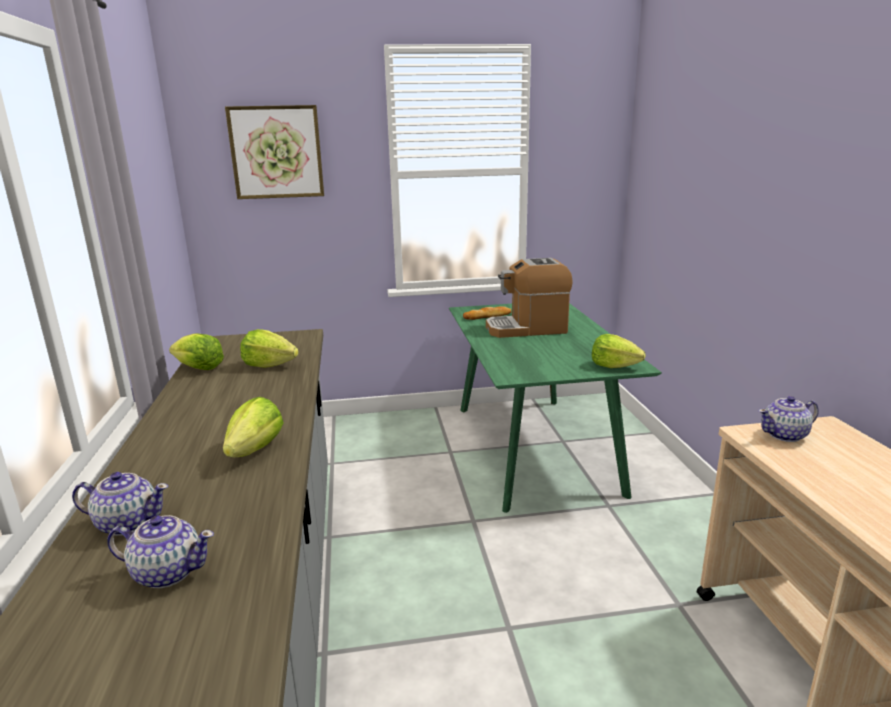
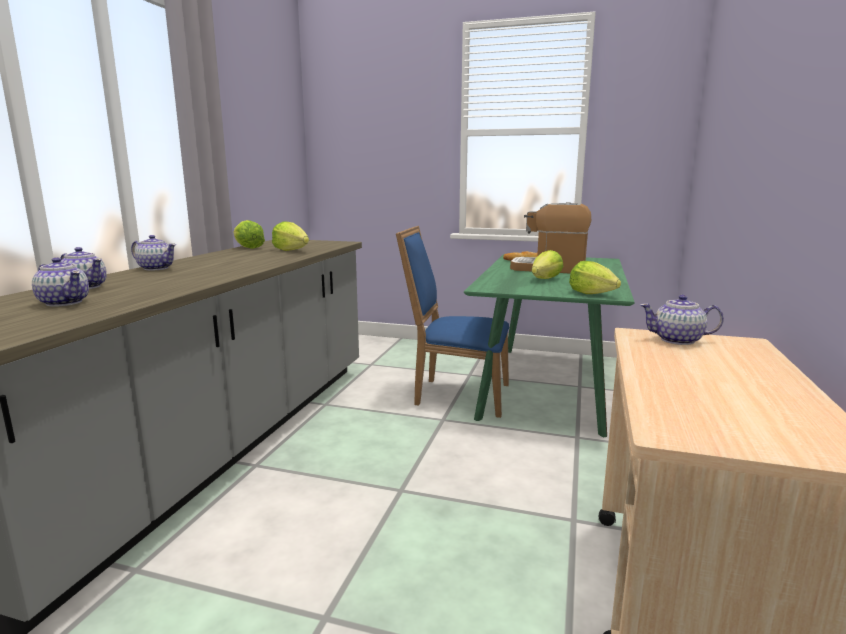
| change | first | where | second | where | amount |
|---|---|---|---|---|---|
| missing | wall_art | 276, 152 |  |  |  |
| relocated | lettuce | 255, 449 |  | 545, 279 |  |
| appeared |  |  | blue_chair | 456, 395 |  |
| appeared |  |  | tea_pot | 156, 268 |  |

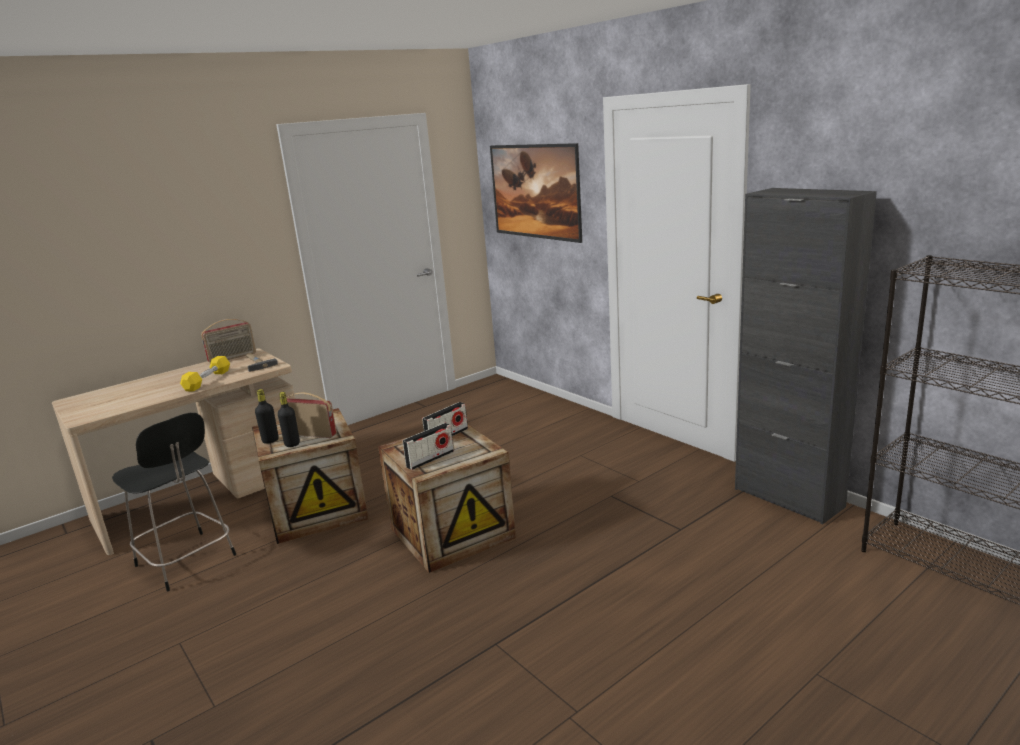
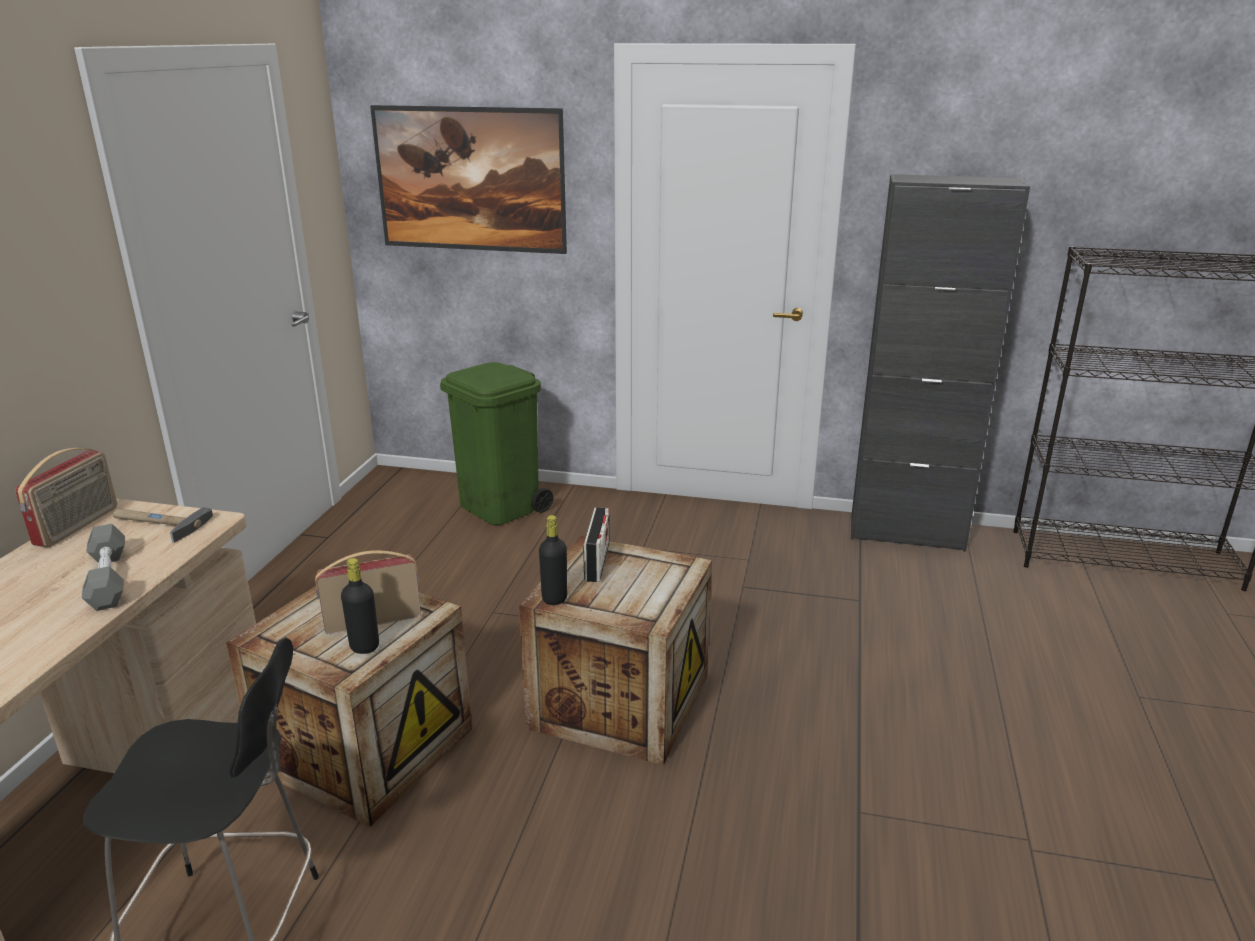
| change | first | where | second | where | amount |
|---|---|---|---|---|---|
| colour | yellow-coloured_free_weight | 207, 380 | gray_free_weight | 108, 579 |  |
| relocated | blackish_beverage_bottle | 270, 440 |  | 554, 598 |  |
| missing | radio_receiver | 430, 459 |  |  |  |
| appeared |  |  | green_waste_bin | 500, 507 |  |

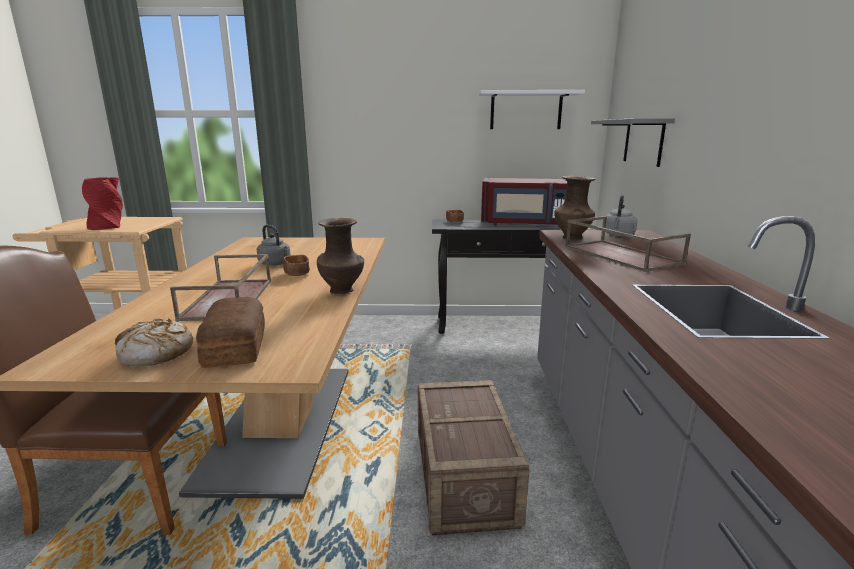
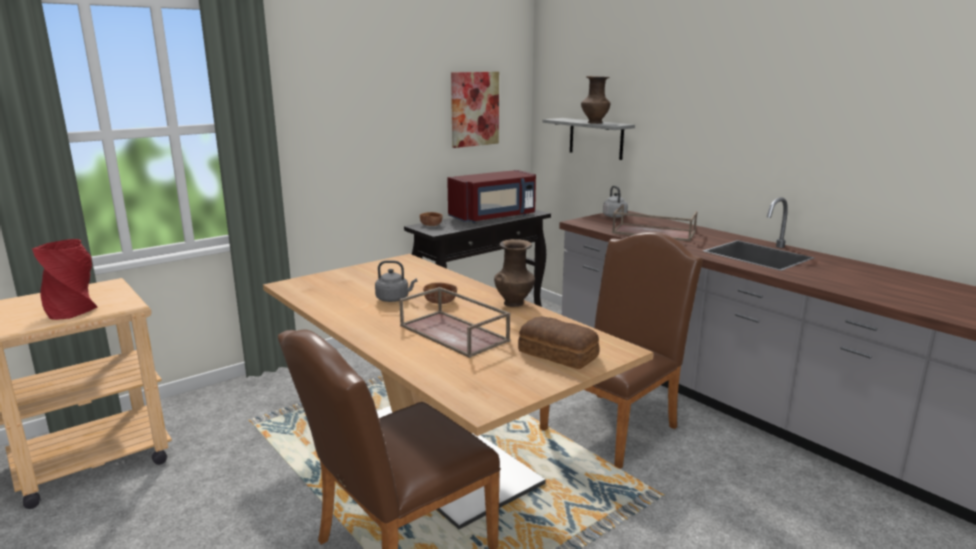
| change | first | where | second | where | amount |
|---|---|---|---|---|---|
| exchanged | white_wall_shelf | 526, 110 | wall_art | 474, 109 |  |
| relocated | brownish_decorative_vase | 571, 237 |  | 594, 122 |  |
| missing | bakery_bread | 156, 353 |  |  |  |
| exchanged | crate | 465, 477 | brownish_chair | 614, 425 |  |

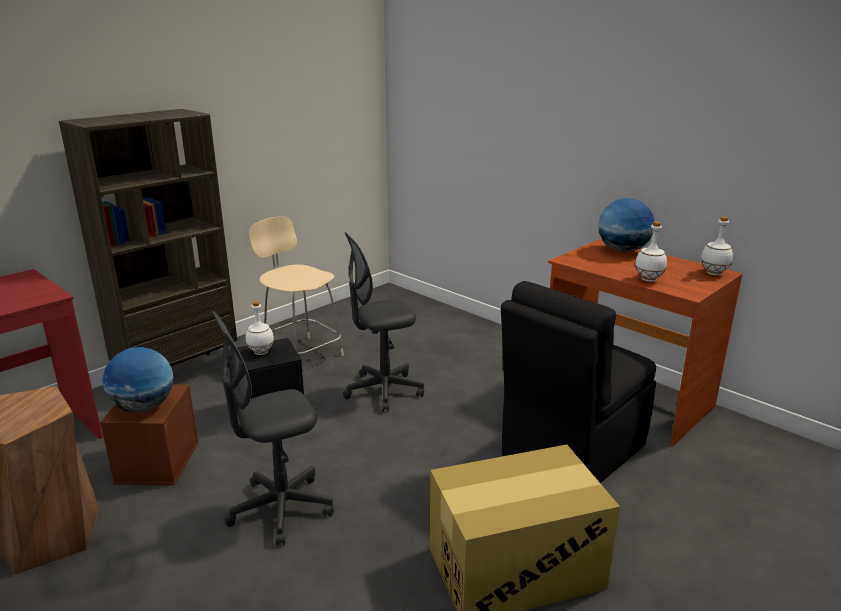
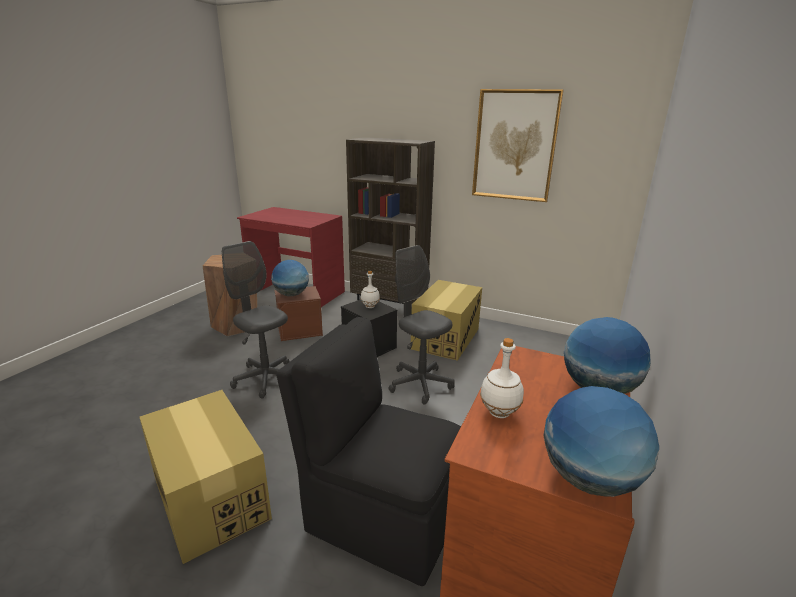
| change | first | where | second | where | amount |
|---|---|---|---|---|---|
| exchanged | beige_chair | 301, 354 | carton | 446, 338 |  |
| exchanged | white_beverage_bottle | 713, 273 | globe | 589, 479 |  |
| appeared |  |  | wall_art | 514, 146 |  |

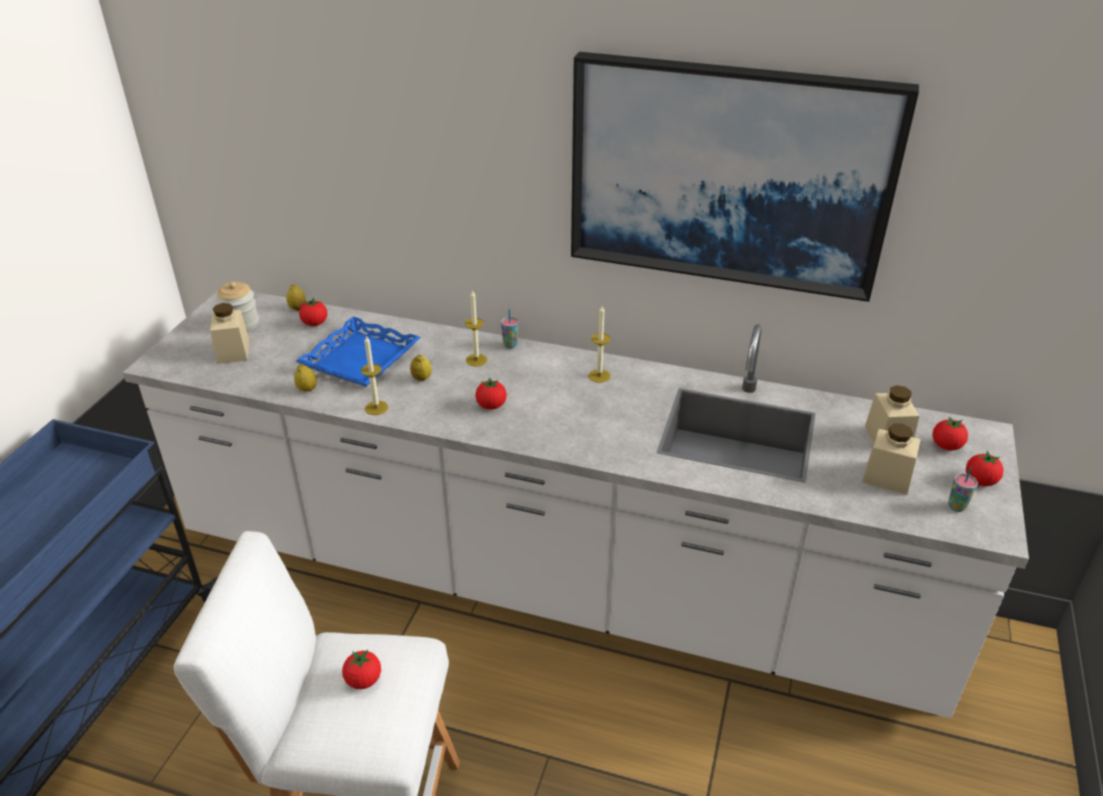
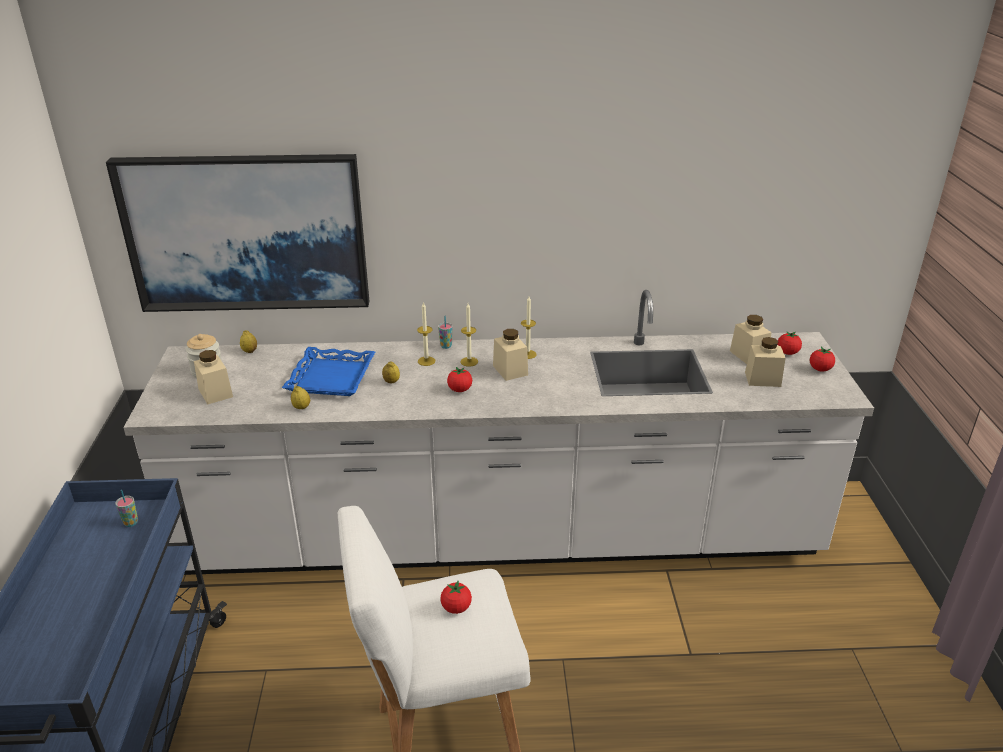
| change | first | where | second | where | amount |
|---|---|---|---|---|---|
| relocated | wall_art | 728, 175 |  | 246, 233 |  |
| missing | whole_tomato | 315, 323 |  |  |  |
| relocated | candle | 376, 408 |  | 469, 361 |  |
| relocated | small_cup | 956, 507 |  | 131, 523 |  |
| appeared |  |  | beige_preserve_jar | 510, 370 |  |

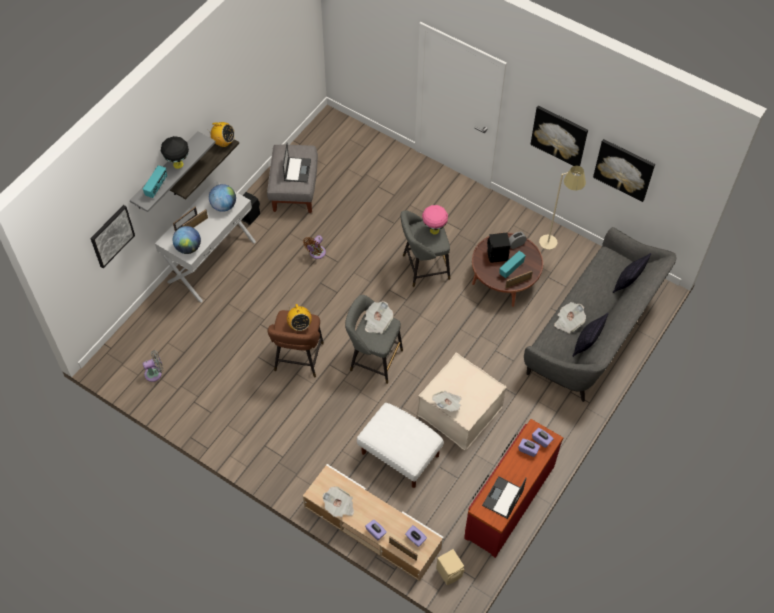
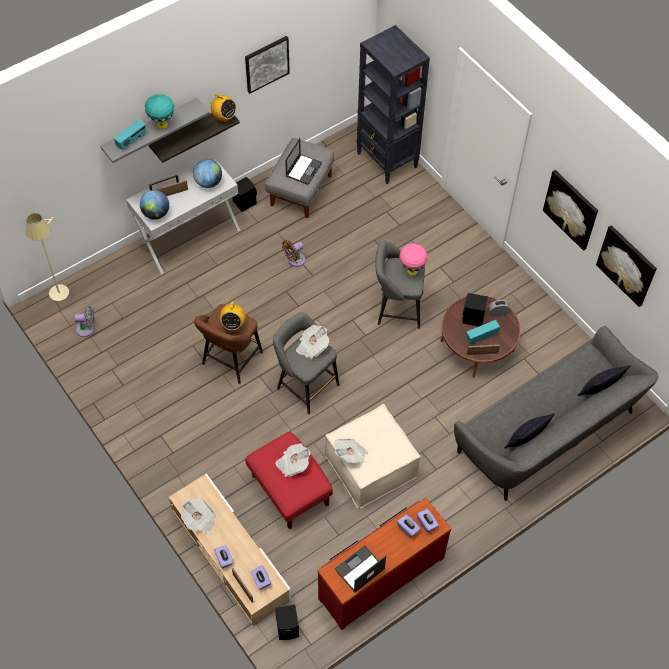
| change | first | where | second | where | amount |
|---|---|---|---|---|---|
| colour | blackish_table_lamp | 178, 165 | turquoise_table_lamp | 162, 125 |  |
| relocated | beige_floor_lamp | 554, 247 |  | 61, 300 |  |
| relocated | wall_art | 111, 236 |  | 266, 64 |  |
| relocated | printed_paper | 568, 322 |  | 293, 464 |  |
| colour | white_ottoman | 399, 454 | red-coloured_ottoman | 289, 490 |  |
| colour | beige_speaker | 450, 572 | blackish_speaker | 288, 628 |  |
| appeared |  |  | blackish_bookcase | 387, 160 |  |

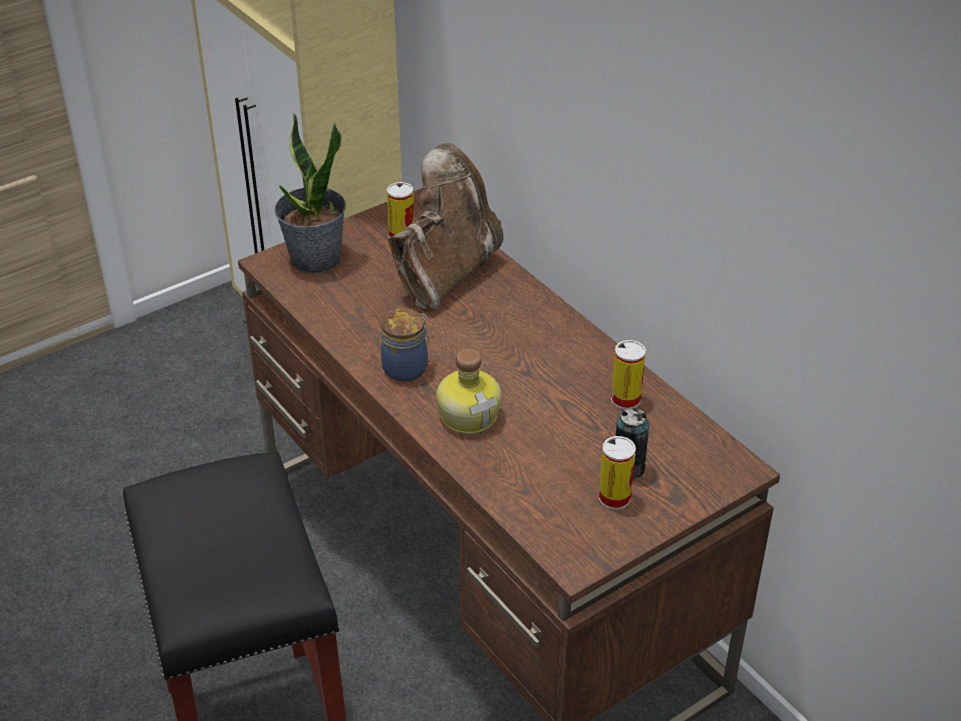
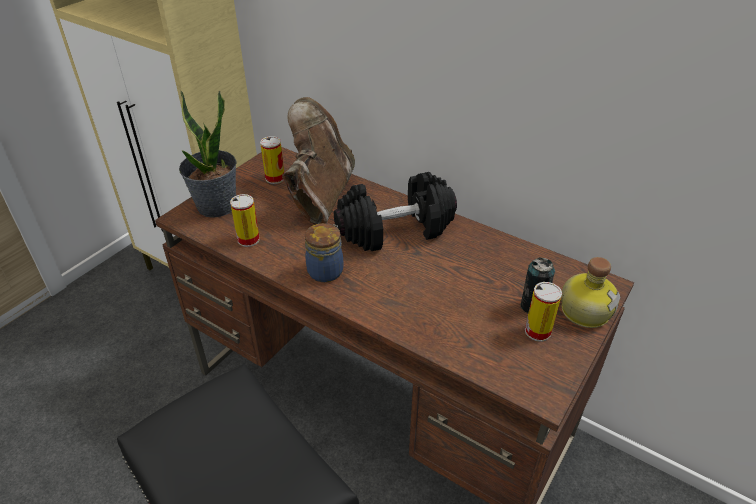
| change | first | where | second | where | amount |
|---|---|---|---|---|---|
| relocated | metal_can | 625, 399 |  | 248, 239 |  |
| relocated | beverage_bottle | 469, 414 |  | 584, 310 |  |
| appeared |  |  | blackish_free_weight | 395, 230 |  |

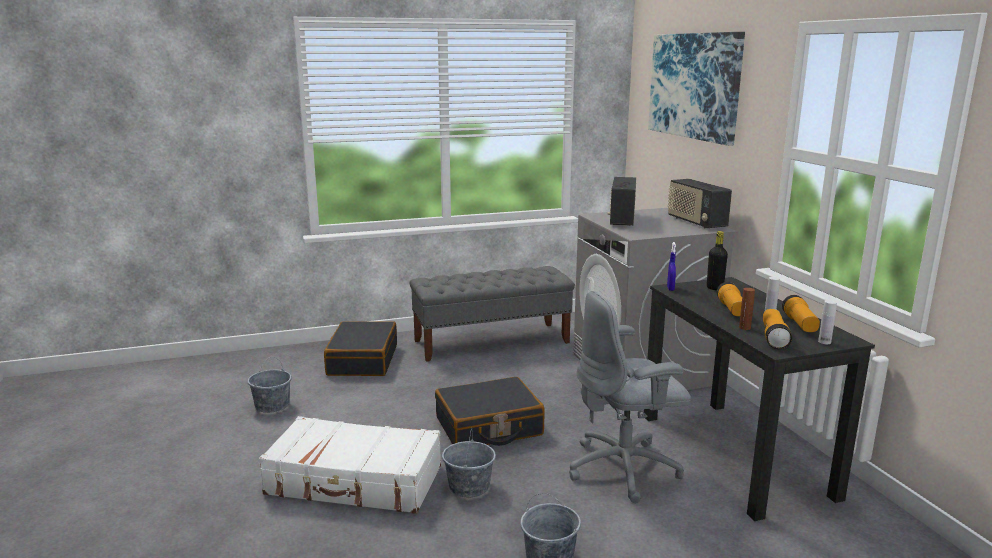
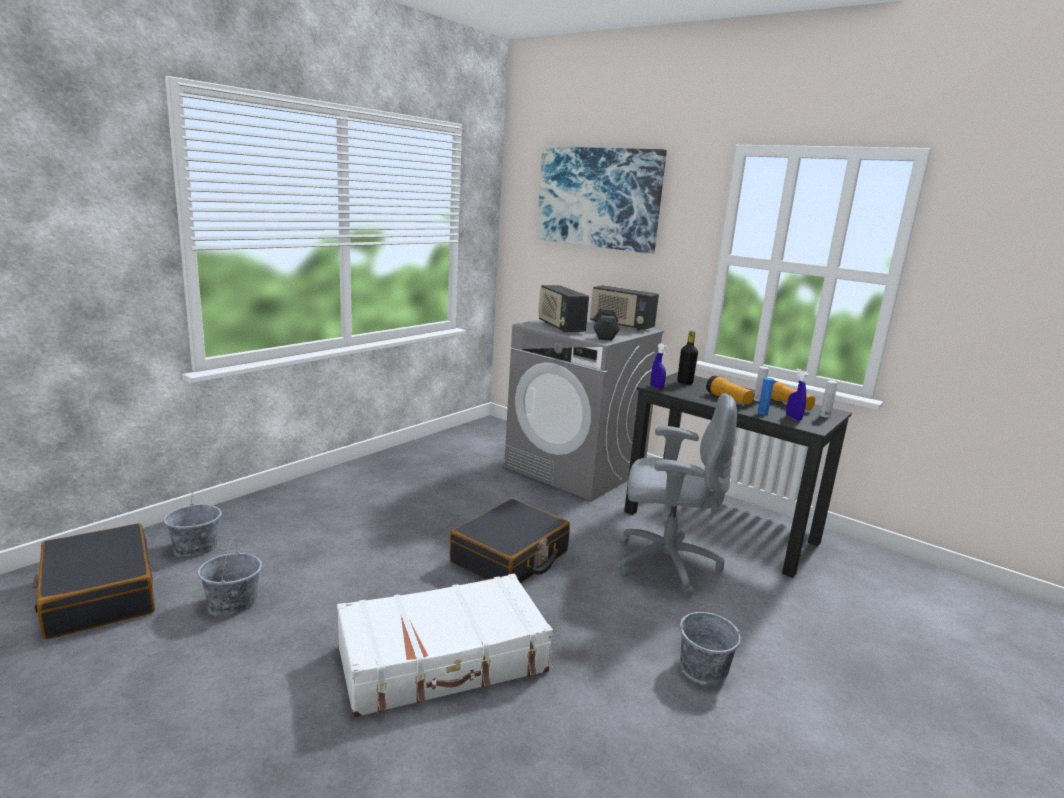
| change | first | where | second | where | amount |
|---|---|---|---|---|---|
| missing | gray_indoor_bench | 492, 341 |  |  |  |
| colour | brownish_beverage_bottle | 744, 327 | blue_beverage_bottle | 762, 413 |  |
| spun | gray_office_chair | 625, 469 |  | 664, 563 | 120 degrees counterclockwise |
| exchanged | hand_torch | 773, 338 | blue_spray_bottle | 793, 418 |  |
| relocated | blackish_piece_of_luggage | 362, 360 |  | 98, 595 |  |
| relocated | gray_bucket | 469, 486 |  | 196, 546 |  |
| appeared |  |  | blackish_free_weight | 605, 334 |  |

